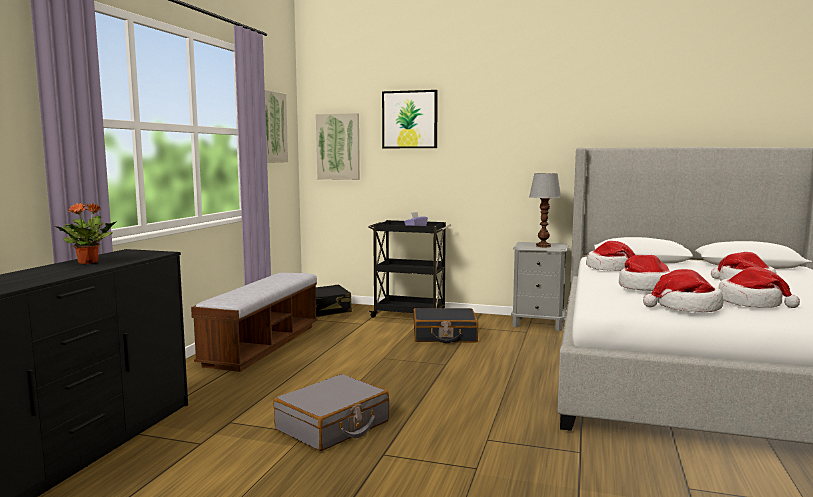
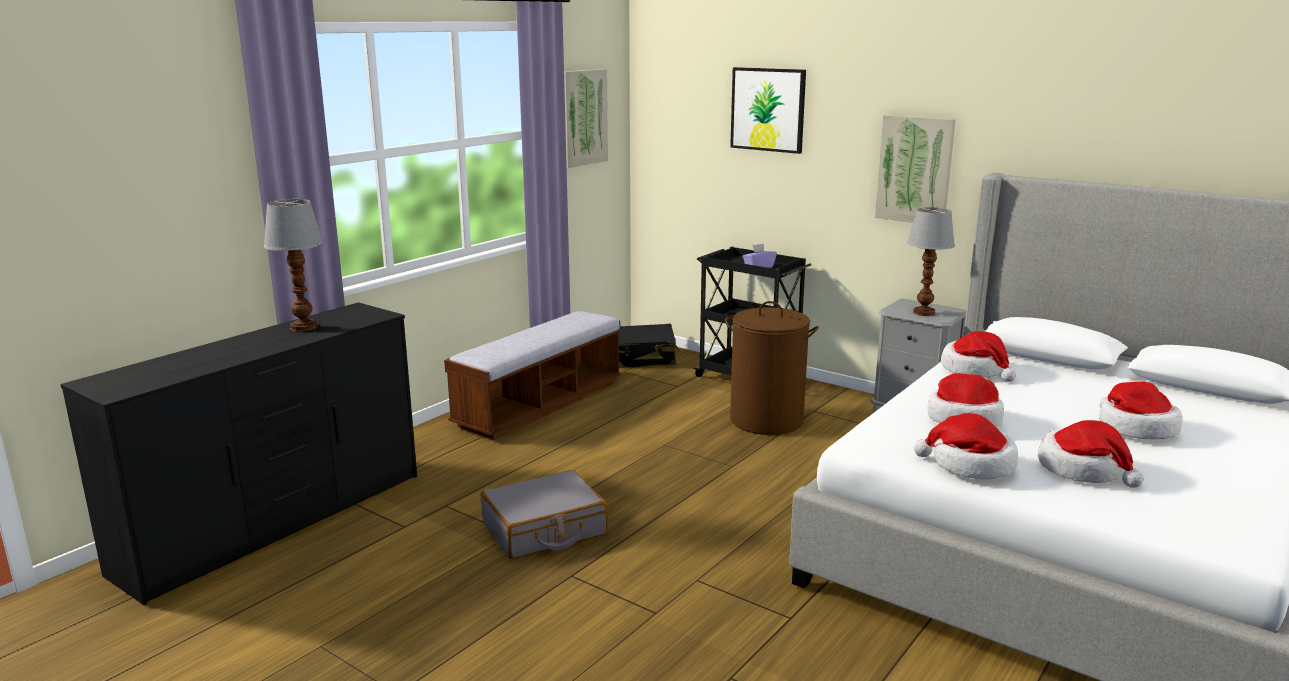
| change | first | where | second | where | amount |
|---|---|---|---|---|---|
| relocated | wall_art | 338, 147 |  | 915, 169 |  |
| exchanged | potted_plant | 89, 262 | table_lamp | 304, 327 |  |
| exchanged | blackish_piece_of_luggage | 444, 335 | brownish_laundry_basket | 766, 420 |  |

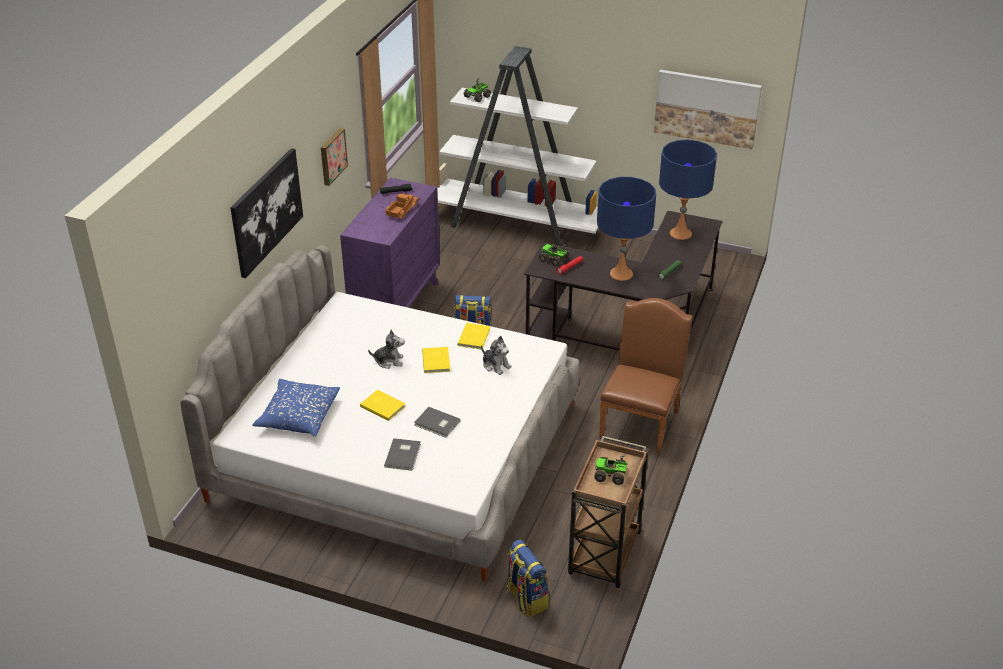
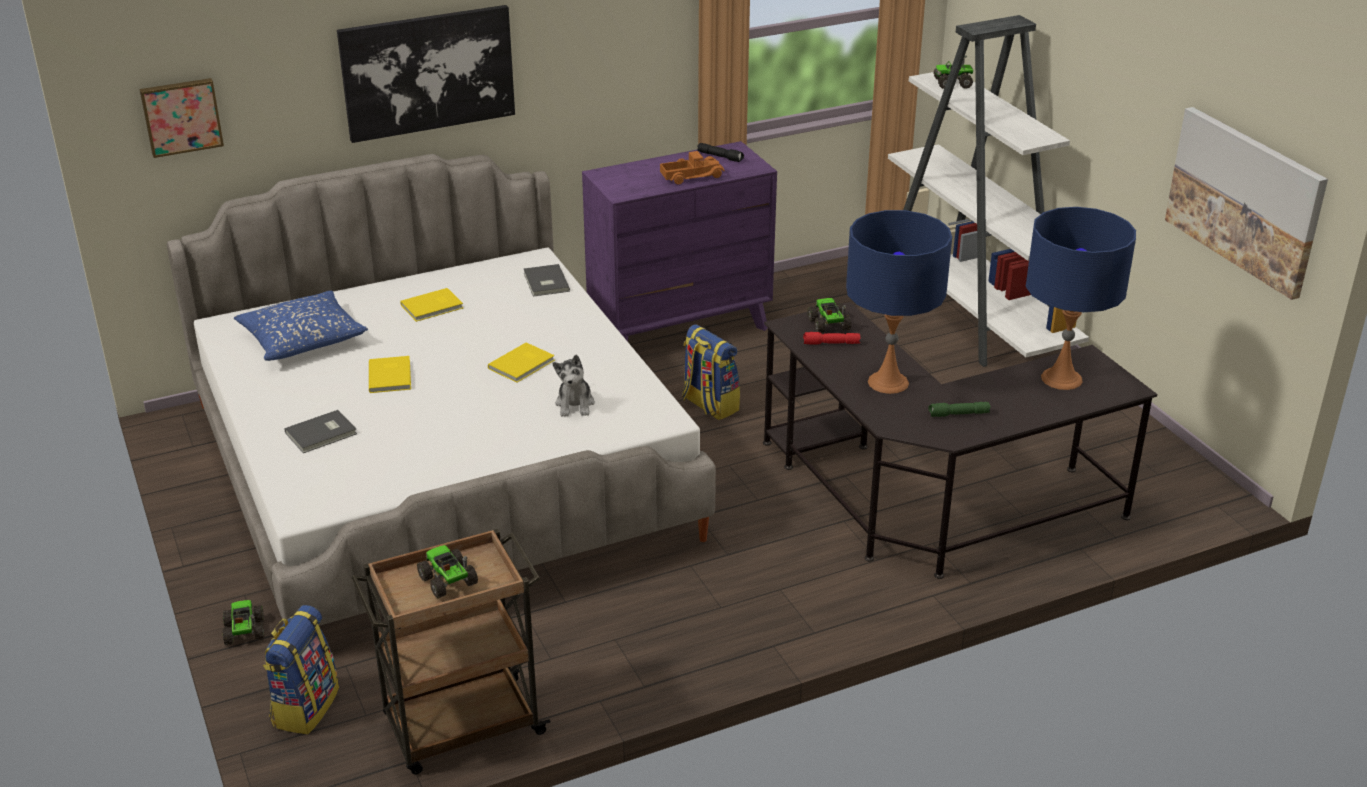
| change | first | where | second | where | amount |
|---|---|---|---|---|---|
| relocated | wall_art | 332, 156 |  | 181, 116 |  |
| missing | brownish_chair | 641, 420 |  |  |  |
| relocated | yellow-coloured_book | 475, 337 |  | 433, 307 |  |
| missing | soft_toy | 389, 361 |  |  |  |
| relocated | gray_book | 437, 424 |  | 545, 283 |  |
| appeared |  |  | toy_truck | 244, 632 |  |

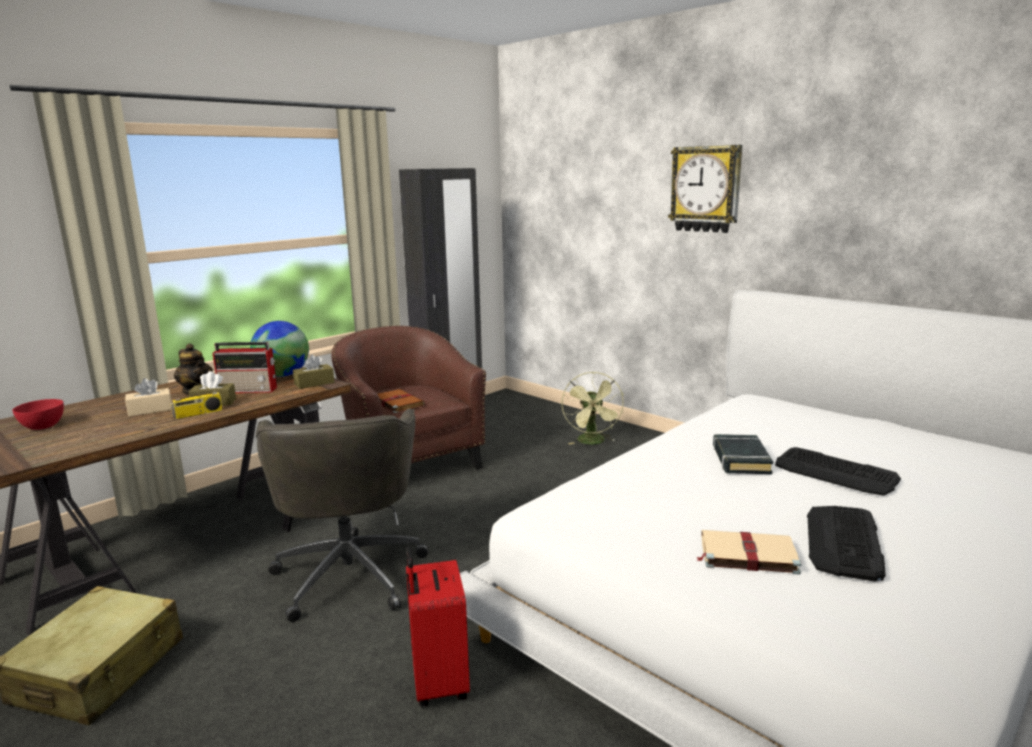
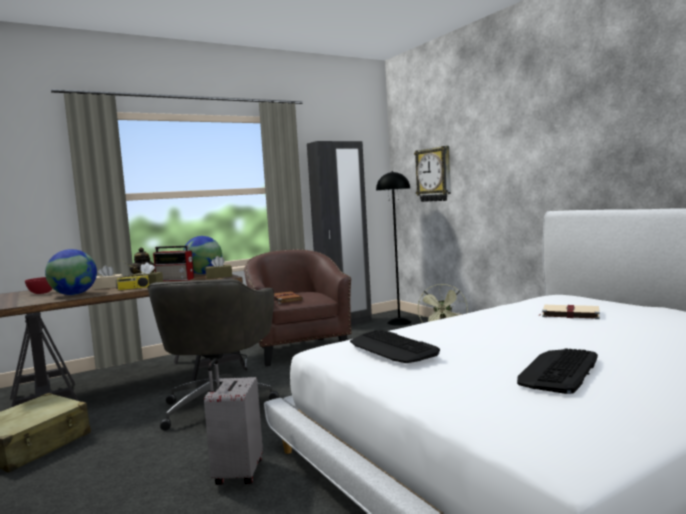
| change | first | where | second | where | amount |
|---|---|---|---|---|---|
| relocated | hanging_clock | 705, 189 |  | 434, 174 |  |
| missing | blackish_book | 740, 459 |  |  |  |
| relocated | PC_keyboard | 835, 473 |  | 392, 348 |  |
| relocated | beige_book | 746, 554 |  | 569, 314 |  |
| colour | red-coloured_piece_of_luggage | 437, 683 | gray_piece_of_luggage | 237, 473 |  |
| appeared |  |  | blackish_floor_lamp | 399, 322 |  |
| appeared |  |  | globe | 74, 294 |  |

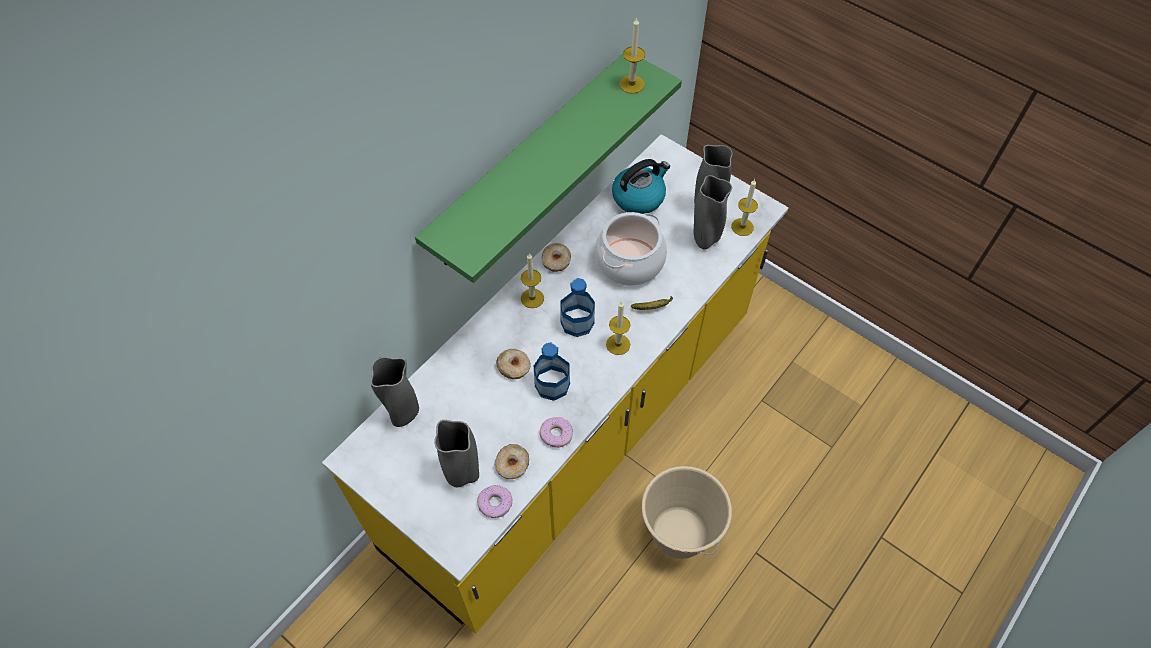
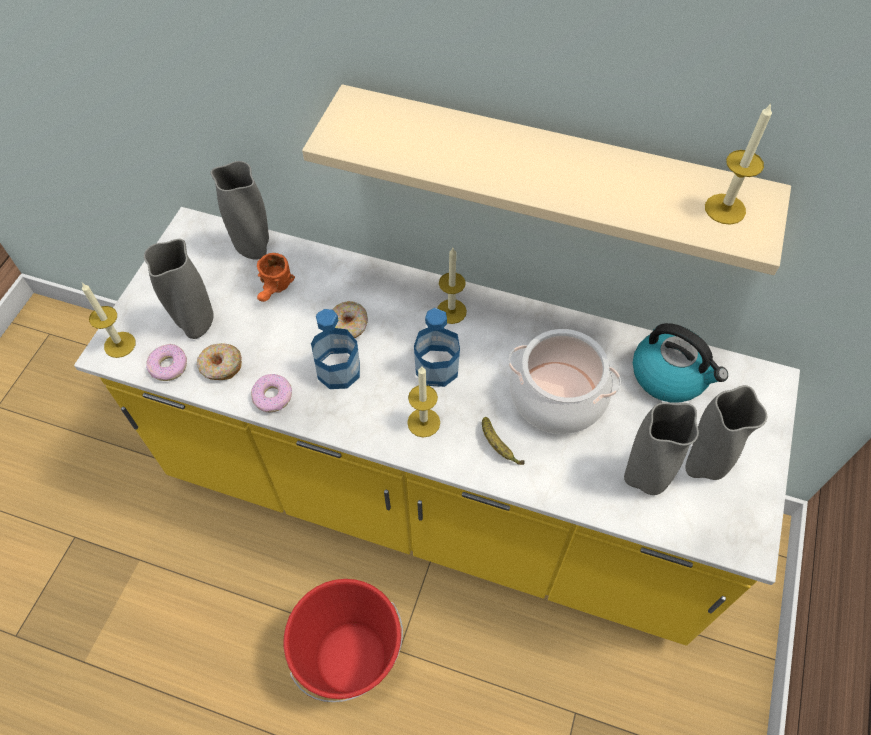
| change | first | where | second | where | amount |
|---|---|---|---|---|---|
| colour | green_wall_shelf | 529, 161 | beige_wall_shelf | 549, 170 |  |
| relocated | candle | 742, 227 |  | 119, 344 |  |
| missing | ring_doughnut | 556, 261 |  |  |  |
| colour | beige_bucket | 678, 533 | red-coloured_bucket | 351, 657 |  |
| appeared |  |  | orange_mug | 275, 291 |  |

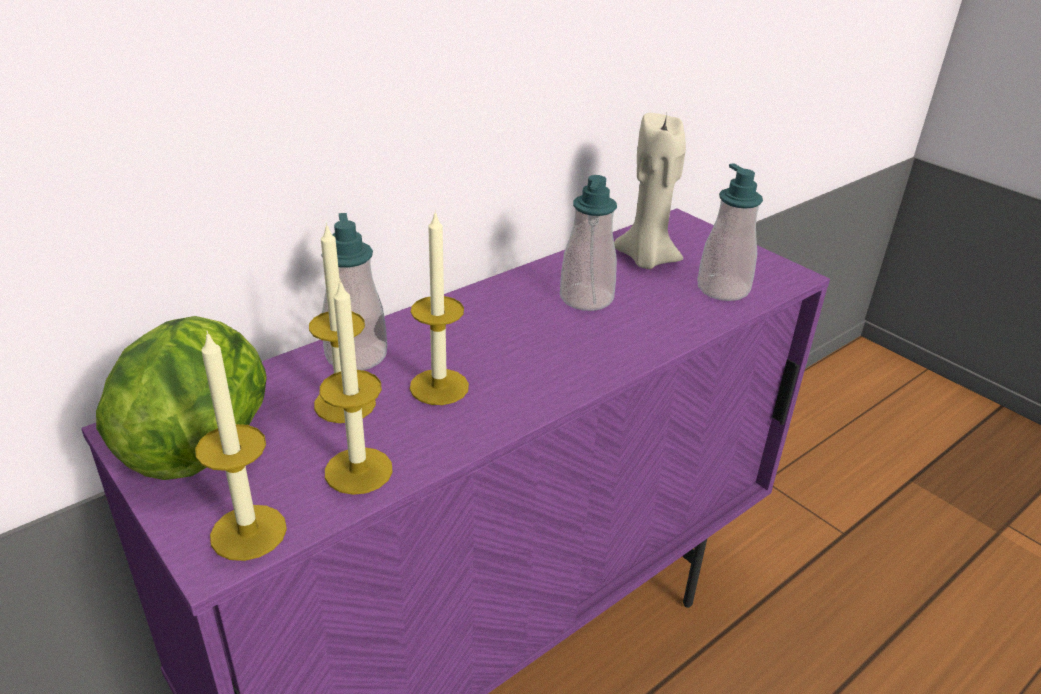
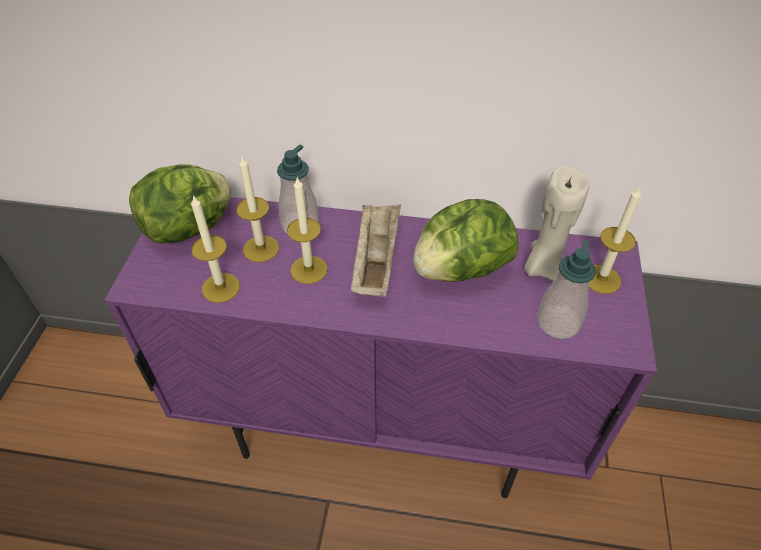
| change | first | where | second | where | amount |
|---|---|---|---|---|---|
| exchanged | soap_dispenser | 586, 298 | lettuce | 460, 269 |  |
| relocated | candle | 248, 532 |  | 601, 279 |  |
| appeared |  |  | beige_serving_tray | 375, 260 |  |

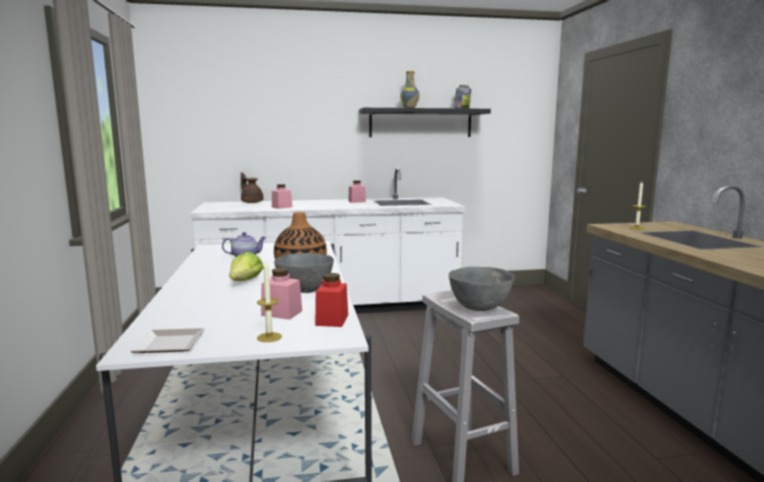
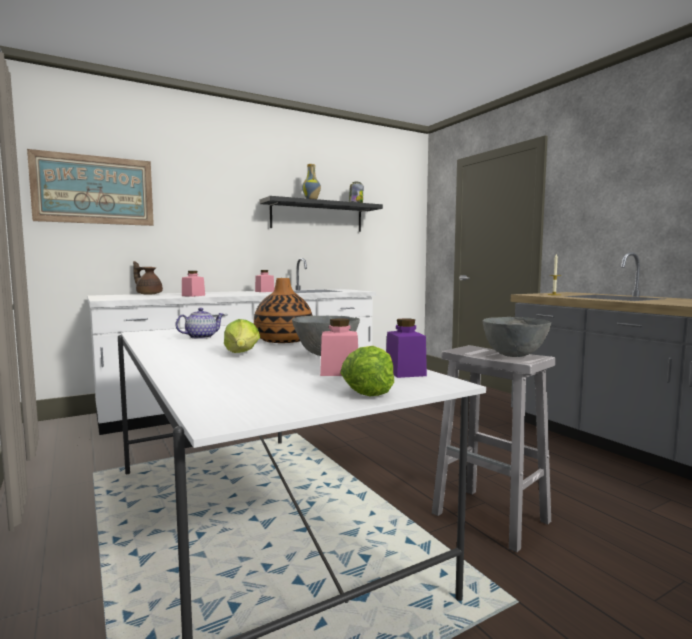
| change | first | where | second | where | amount |
|---|---|---|---|---|---|
| exchanged | candle | 269, 337 | lettuce | 369, 390 |  |
| colour | red-coloured_preserve_jar | 332, 320 | purplish_preserve_jar | 405, 372 |  |
| missing | flat_dish | 167, 345 |  |  |  |
| appeared |  |  | wall_art | 94, 190 |  |

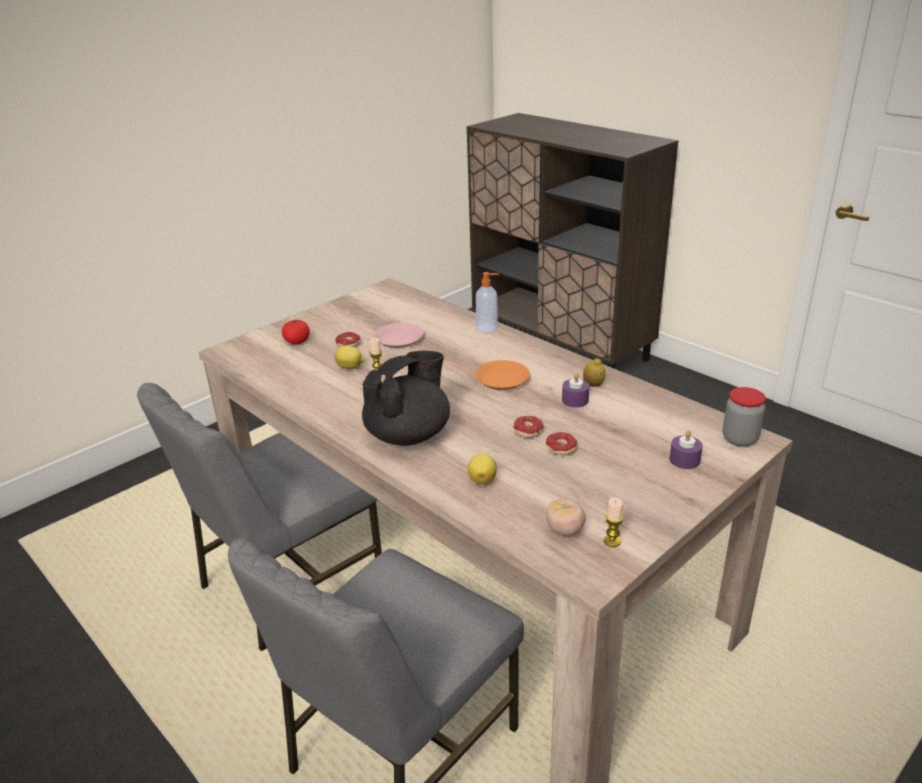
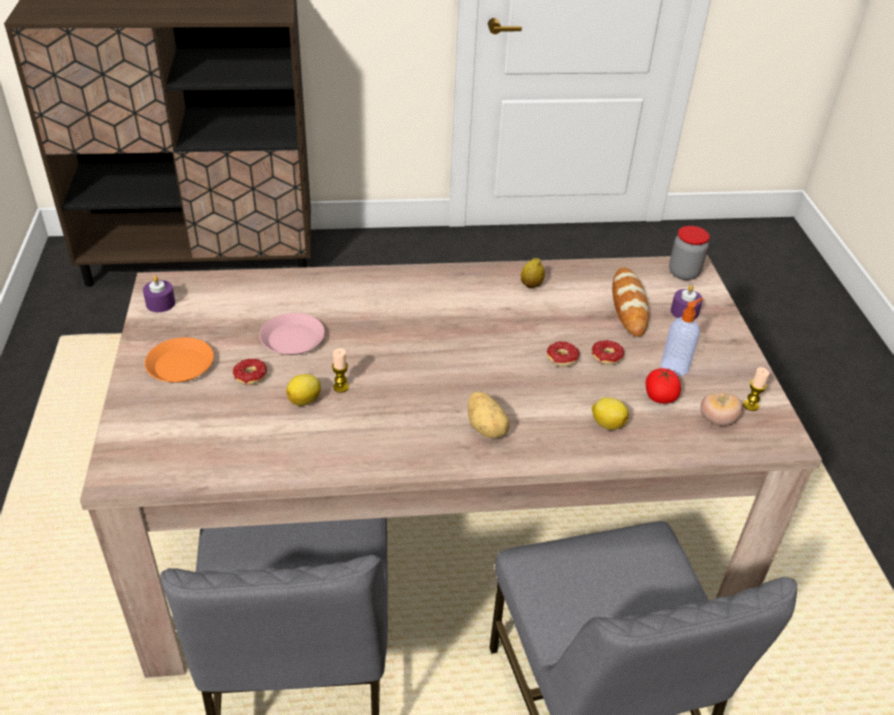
| change | first | where | second | where | amount |
|---|---|---|---|---|---|
| relocated | soap_dispenser | 488, 328 |  | 675, 366 |  |
| relocated | whole_tomato | 297, 341 |  | 659, 397 |  |
| exchanged | blackish_tea_pot | 409, 435 | spud | 487, 427 |  |
| relocated | orange_flat_dish | 502, 379 |  | 180, 366 |  |
| relocated | purplish_candle | 575, 400 |  | 160, 303 |  |
| appeared |  |  | bakery_bread | 629, 305 |  |

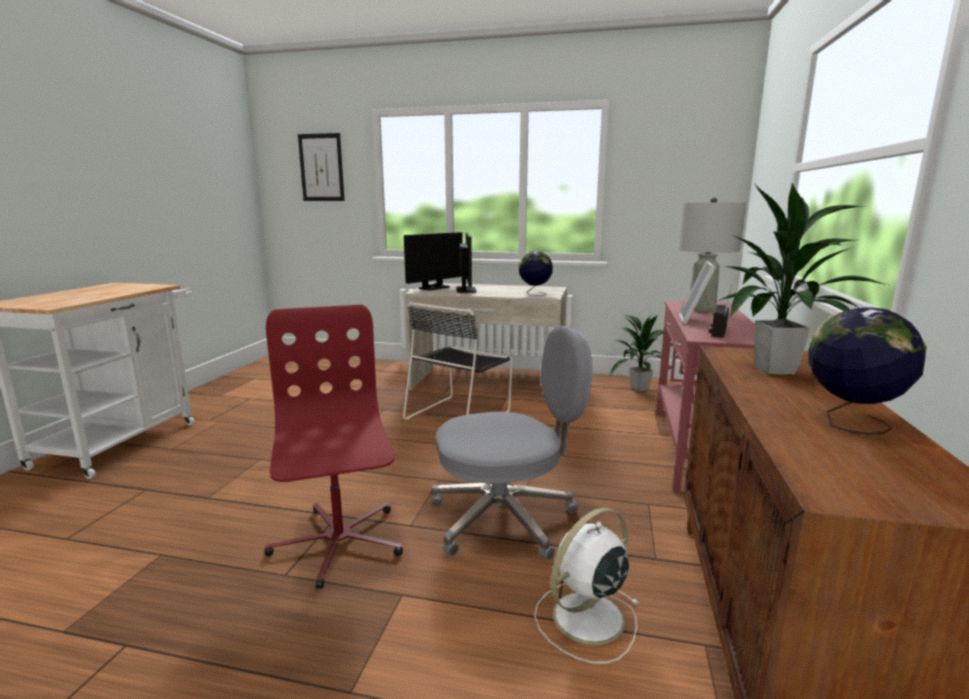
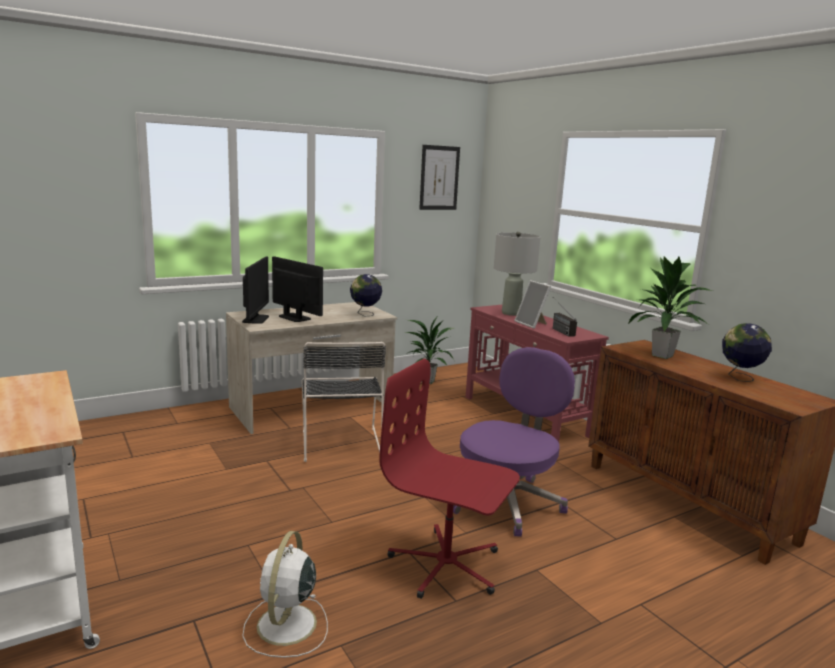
| change | first | where | second | where | amount |
|---|---|---|---|---|---|
| relocated | wall_art | 321, 167 |  | 439, 178 |  |
| colour | gray_office_chair | 506, 518 | purplish_office_chair | 507, 501 |  |
| relocated | white_electric_fan | 585, 619 |  | 286, 626 |  |

